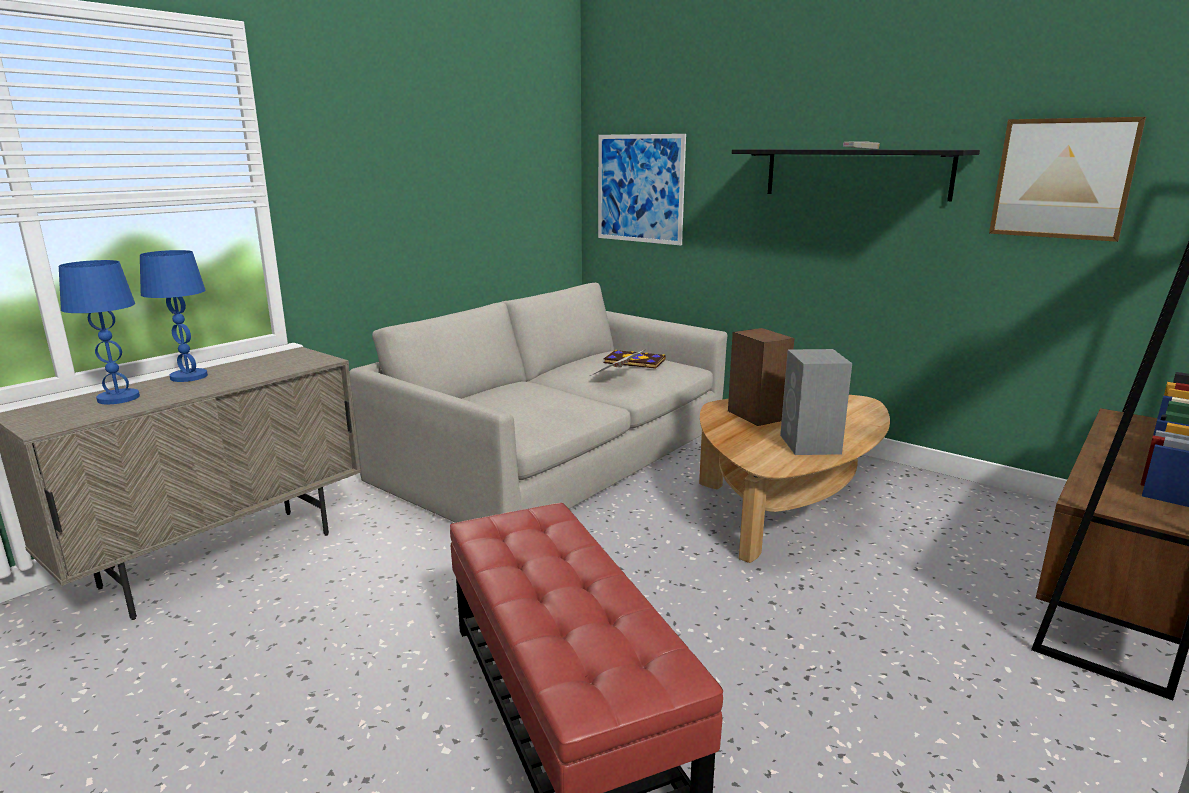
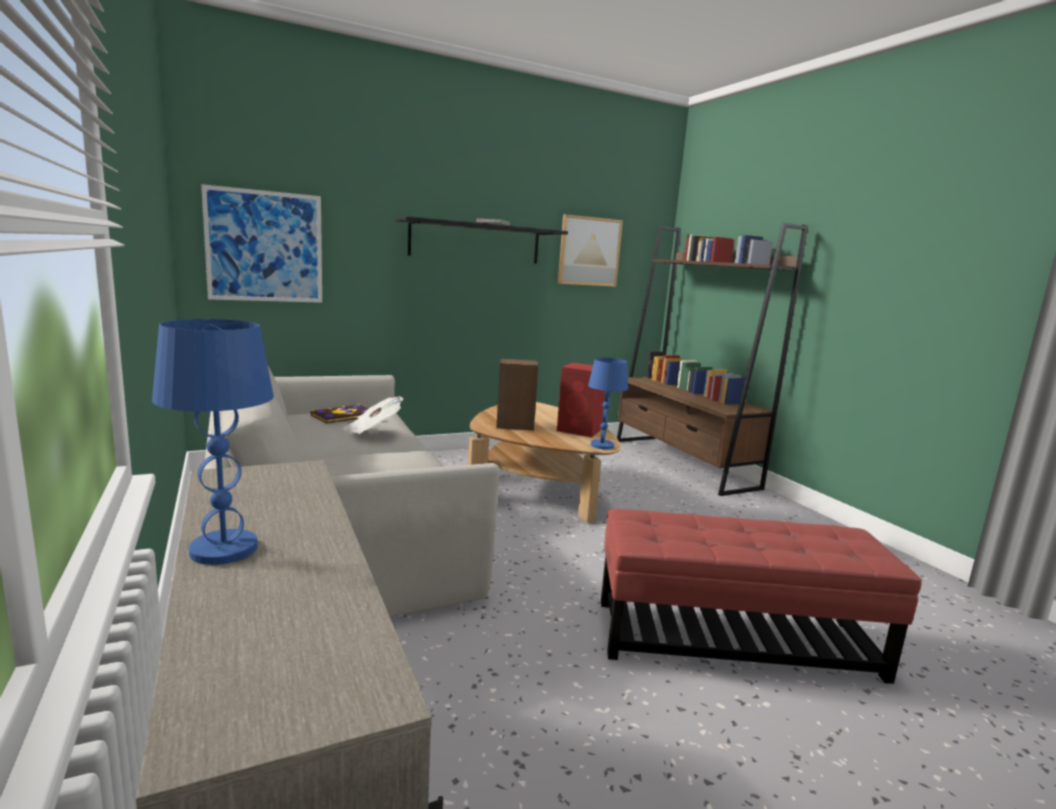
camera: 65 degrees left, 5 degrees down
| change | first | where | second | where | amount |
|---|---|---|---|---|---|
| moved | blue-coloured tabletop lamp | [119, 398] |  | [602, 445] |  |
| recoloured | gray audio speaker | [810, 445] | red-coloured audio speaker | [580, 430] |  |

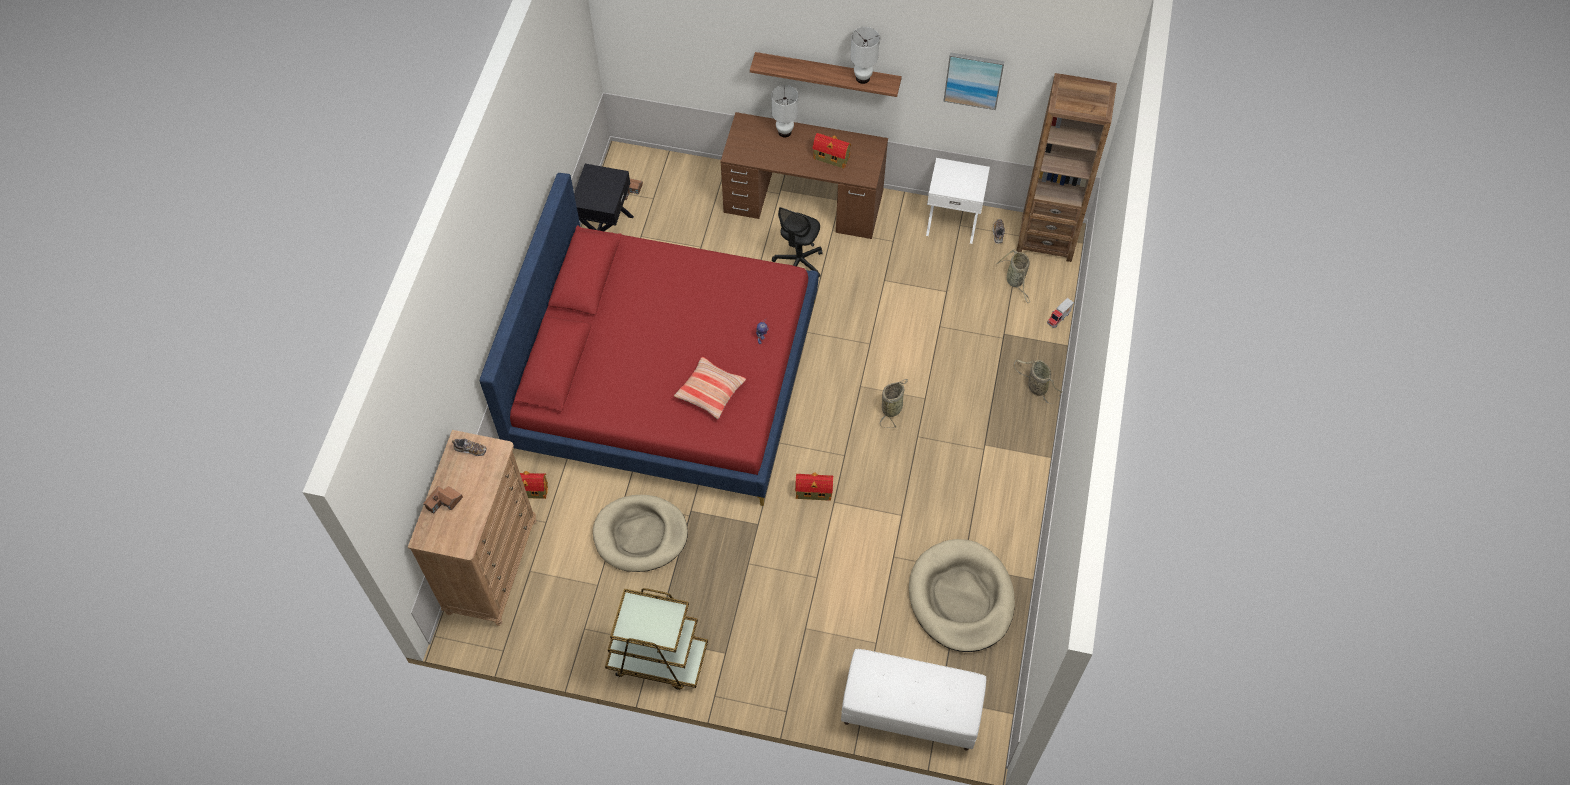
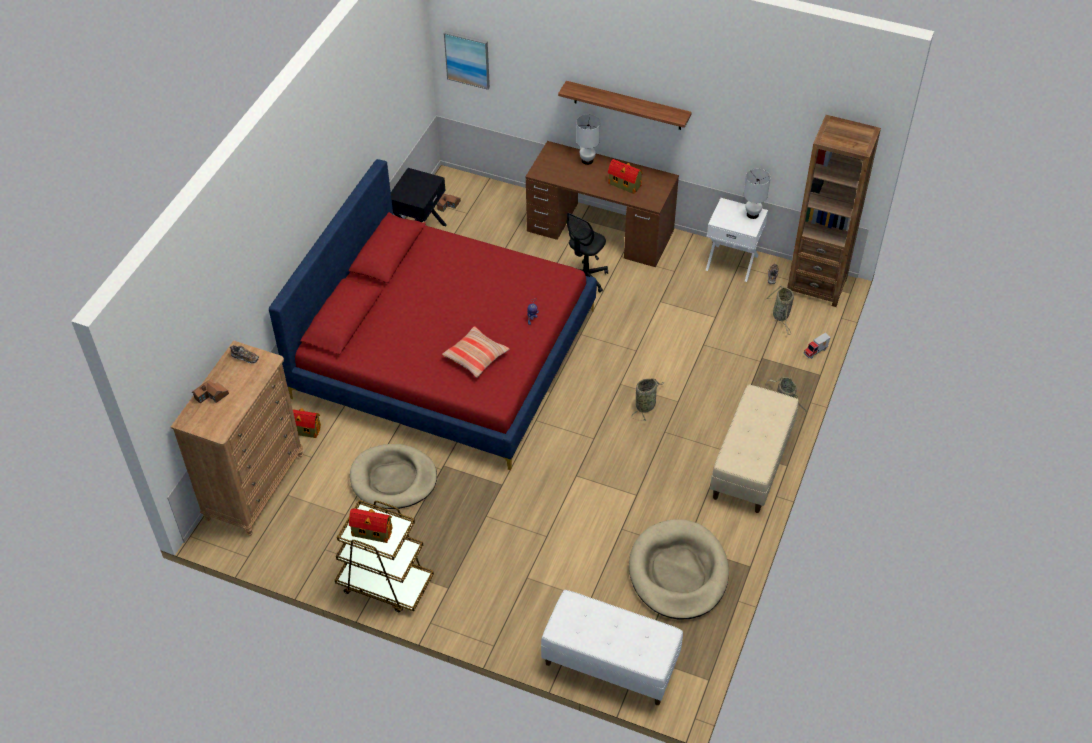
camera: 10 degrees right, 10 degrees down
| change | first | where | second | where | amount |
|---|---|---|---|---|---|
| added |  |  | sand-coloured long seat | [751, 465] |  |
| moved | toy house | [813, 491] |  | [371, 532] |  |
| moved | whitish tabletop lamp | [862, 78] |  | [752, 214] |  |
| moved | wall picture | [973, 80] |  | [467, 59] |  |

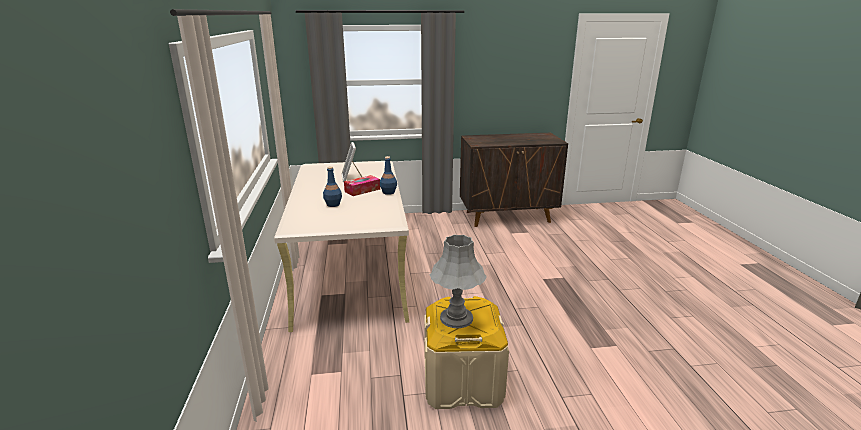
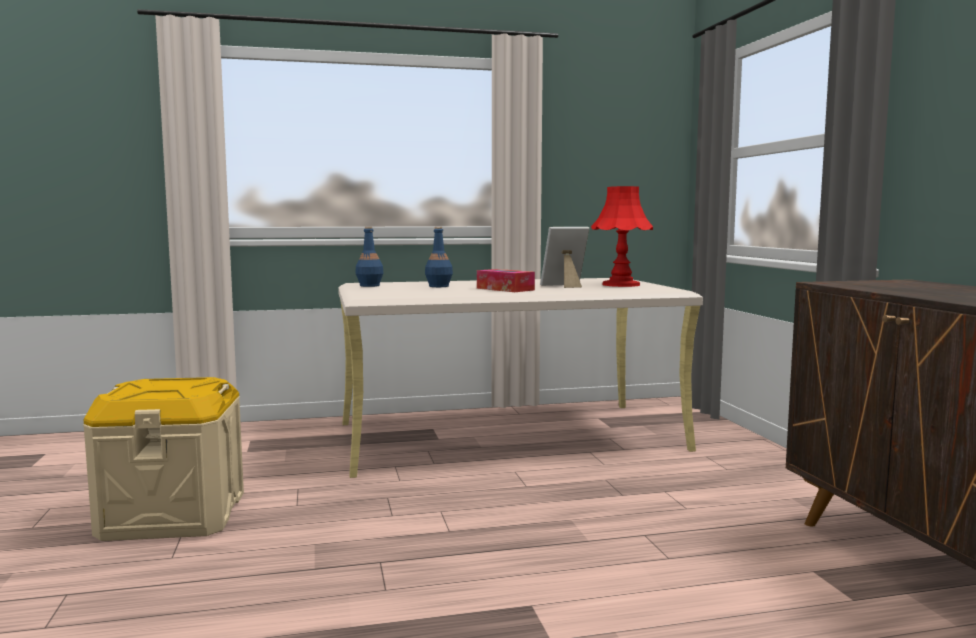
camera: 85 degrees right, 15 degrees down
| change | first | where | second | where | amount |
|---|---|---|---|---|---|
| removed | gray tabletop lamp | [456, 318] |  |  |  |
| added |  |  | red-coloured tabletop lamp | [621, 285] |  |
| moved | blue-coloured bottle | [388, 192] |  | [369, 285] |  |

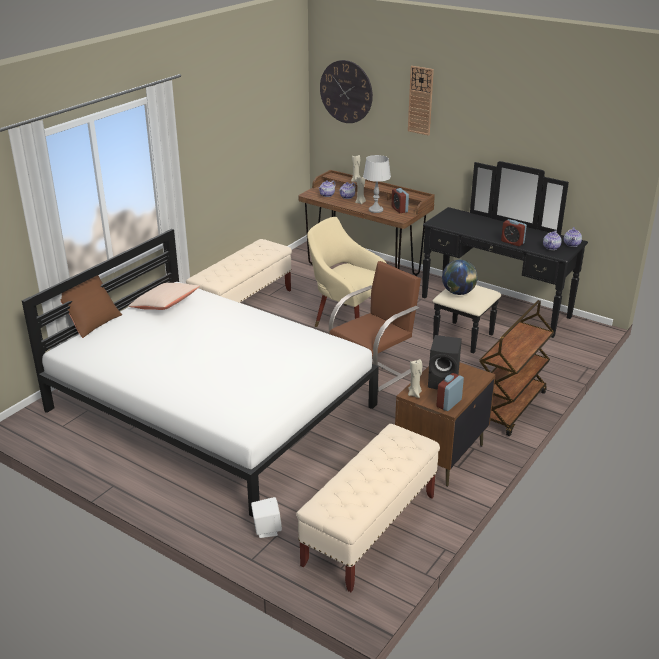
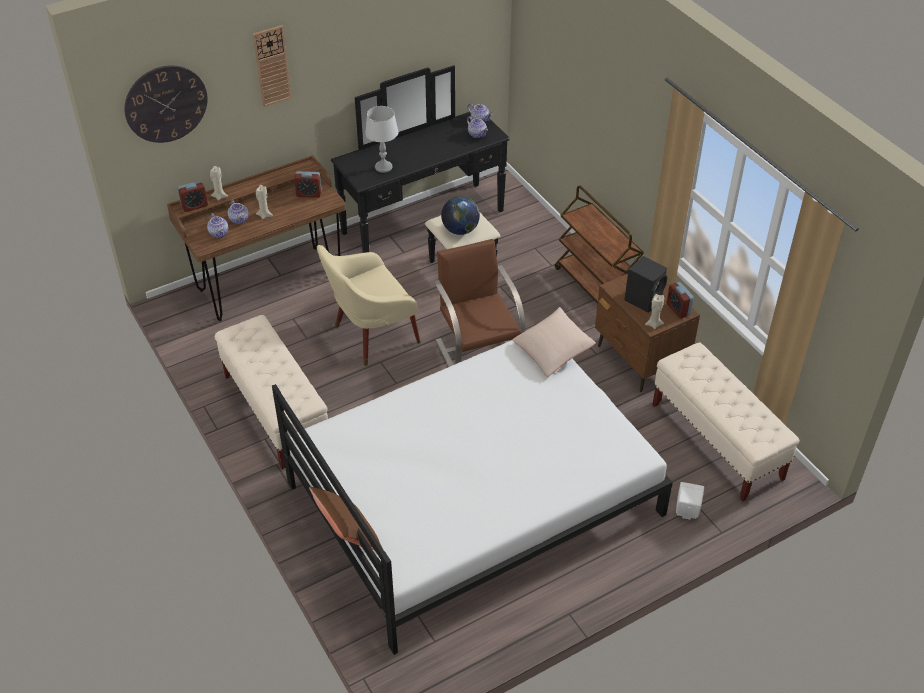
camera: 65 degrees left, 15 degrees up
| change | first | where | second | where | amount |
|---|---|---|---|---|---|
| moved | sand-coloured pillow | [165, 305] |  | [552, 350] |  |
| moved | gray tabletop lamp | [375, 210] |  | [383, 167] |  |
| moved | table clock | [512, 242] |  | [194, 206] |  |

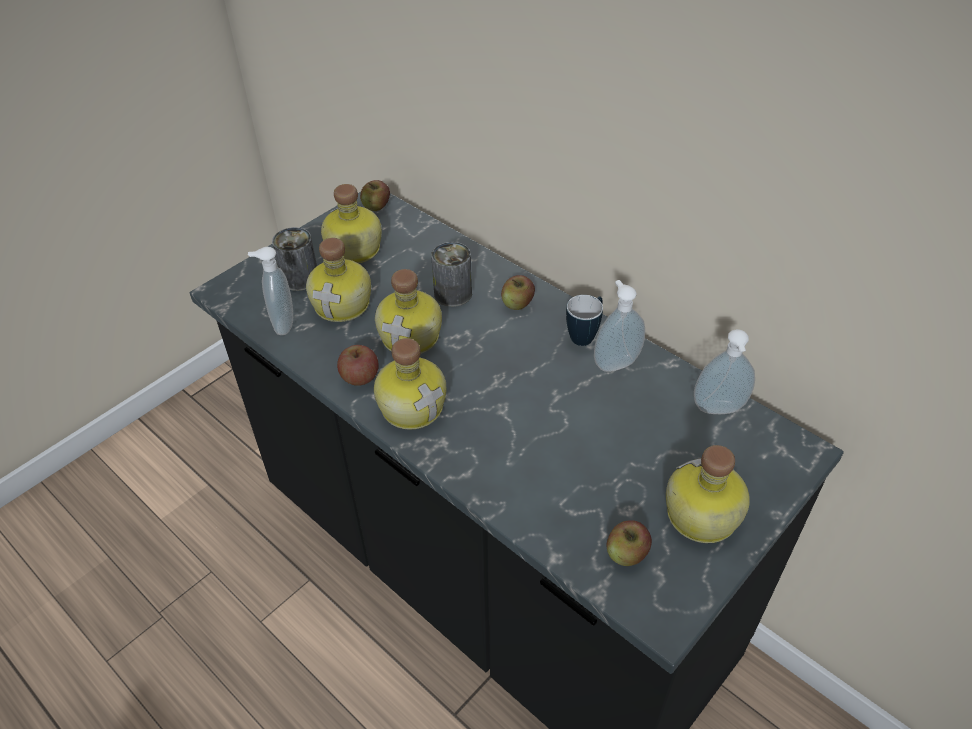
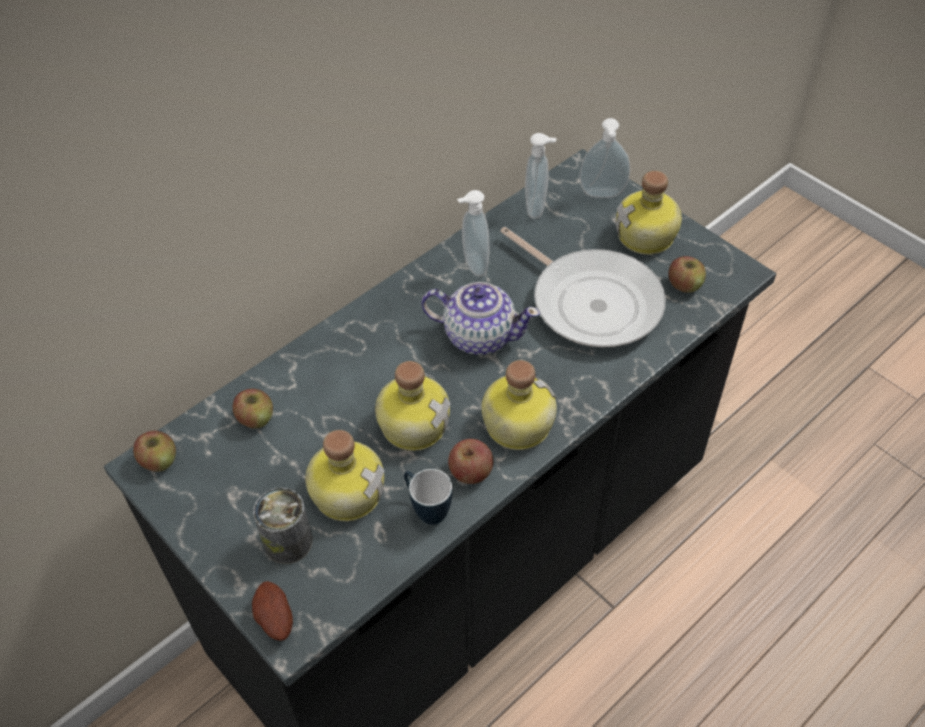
camera: 85 degrees left, 5 degrees up
| change | first | where | second | where | amount |
|---|---|---|---|---|---|
| removed | bottle | [353, 250] |  |  |  |
| removed | sealed can | [453, 293] |  |  |  |
| added |  |  | whole potato | [274, 619] |  |
| added |  |  | tea pot | [479, 335] |  |
| added |  |  | skillet | [591, 301] |  |
| moved | soap bottle | [282, 324] |  | [602, 195] |  |
| moved | whole apple | [517, 304] |  | [256, 418] |  |
| moved | tea mug | [585, 335] |  | [426, 509] |  |

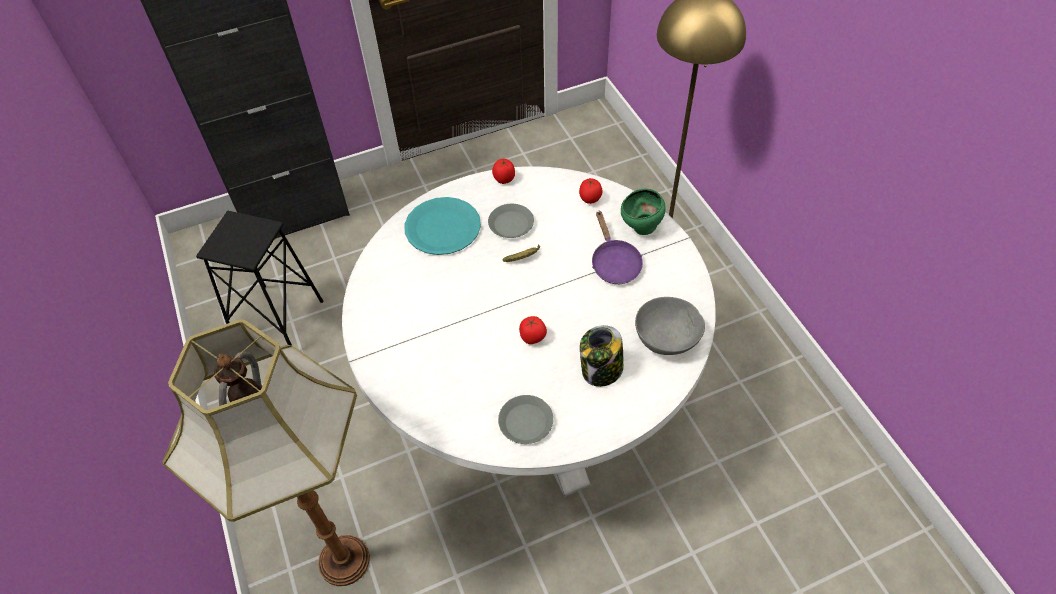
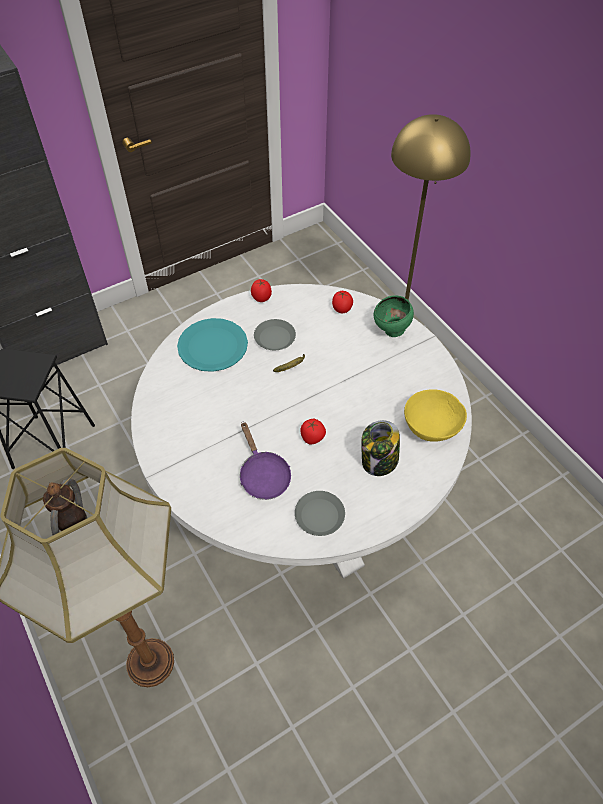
camera: 10 degrees left, 0 degrees up
| change | first | where | second | where | amount |
|---|---|---|---|---|---|
| moved | purple-coloured skillet | [614, 263] |  | [263, 475] |  |
| recoloured | gray deep dish | [666, 338] | yellow deep dish | [431, 427] |  |

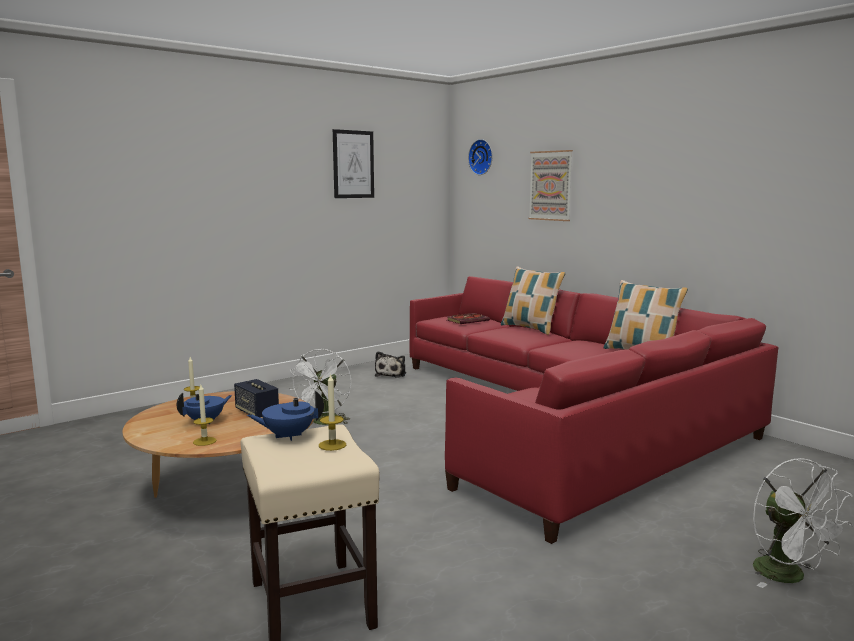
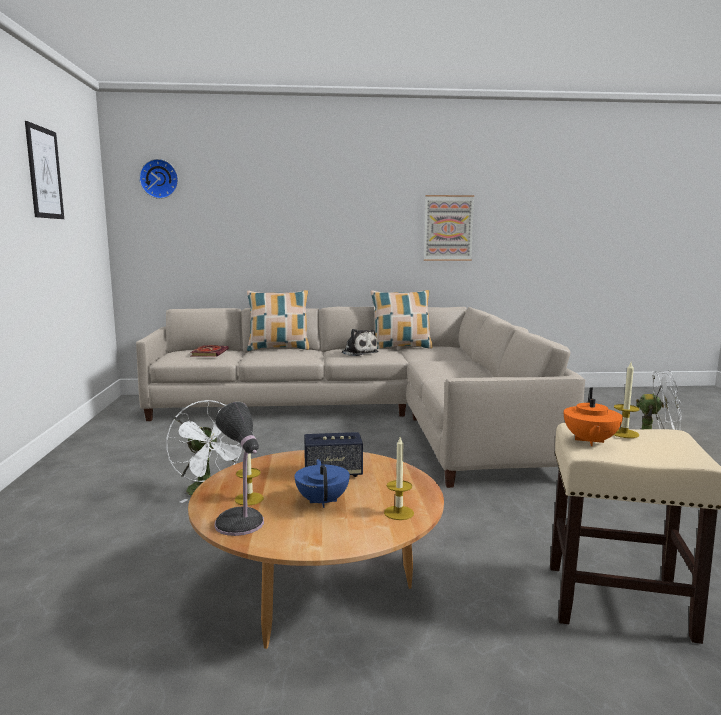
camera: 55 degrees left, 0 degrees up
| change | first | where | second | where | amount |
|---|---|---|---|---|---|
| added |  |  | tabletop lamp | [240, 525] |  |
| moved | soft toy | [391, 374] |  | [358, 353] |  |
| moved | wall picture | [550, 185] |  | [448, 228] |  |
| recoloured | blue-coloured tea pot | [288, 436] | orangey tea pot | [589, 441] |  |
| recoloured | red-coloured sofa | [564, 418] | sand-coloured sofa | [367, 416] |  |

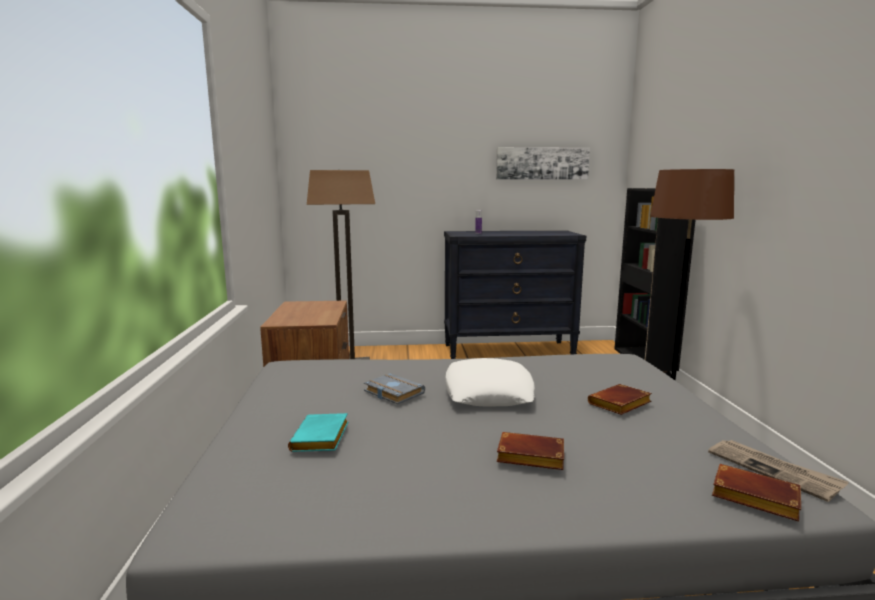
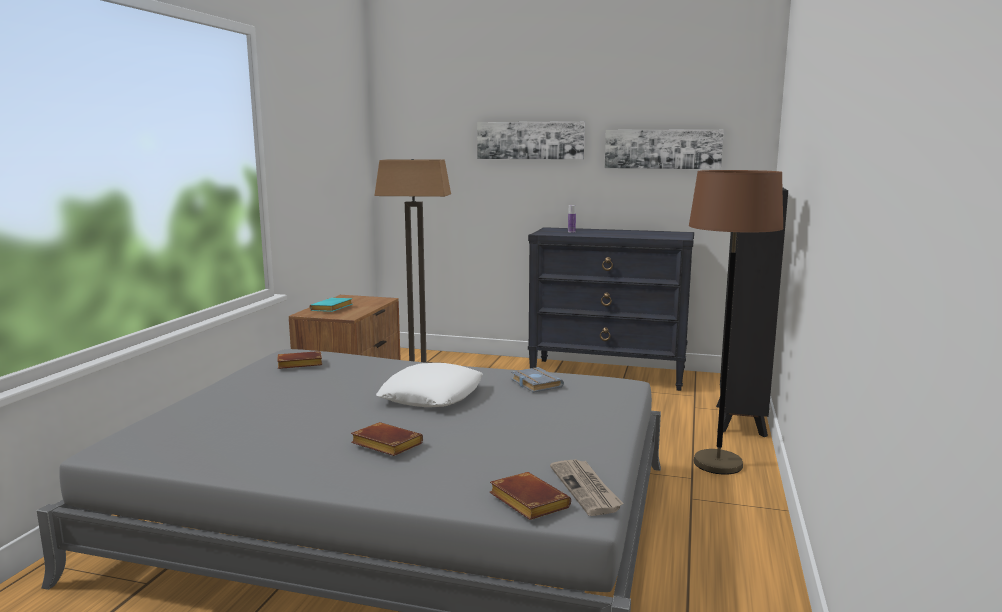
camera: 20 degrees right, 0 degrees up
| change | first | where | second | where | amount |
|---|---|---|---|---|---|
| added |  |  | wall picture | [530, 140] |  |
| moved | blue-green bound book | [322, 439] |  | [332, 309] |  |
| moved | gray bound book | [392, 393] |  | [534, 383] |  |
| moved | brown-coloured bound book | [619, 405] |  | [298, 365] |  |

